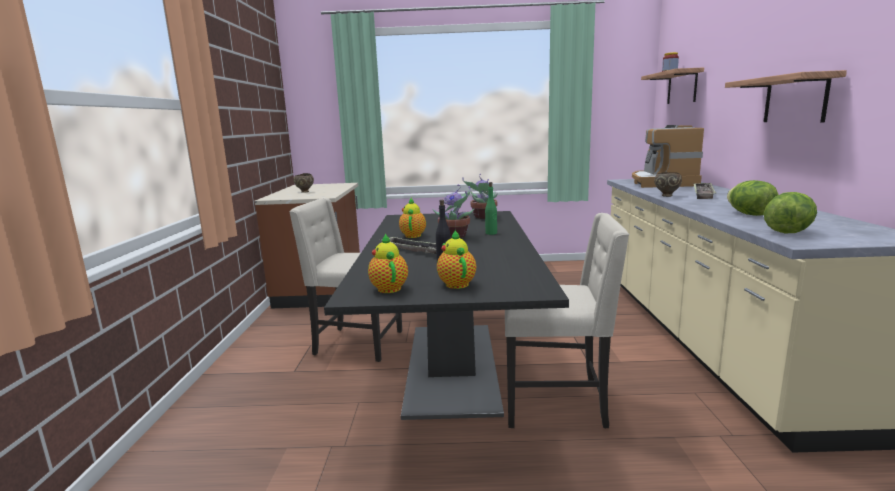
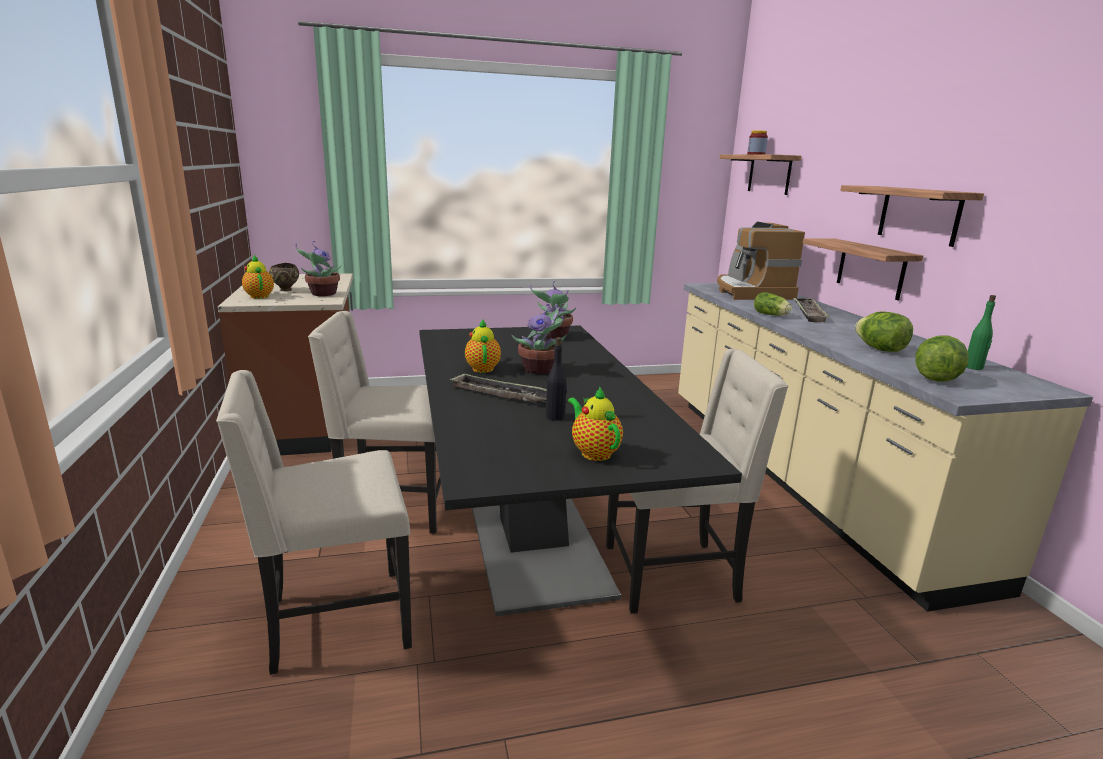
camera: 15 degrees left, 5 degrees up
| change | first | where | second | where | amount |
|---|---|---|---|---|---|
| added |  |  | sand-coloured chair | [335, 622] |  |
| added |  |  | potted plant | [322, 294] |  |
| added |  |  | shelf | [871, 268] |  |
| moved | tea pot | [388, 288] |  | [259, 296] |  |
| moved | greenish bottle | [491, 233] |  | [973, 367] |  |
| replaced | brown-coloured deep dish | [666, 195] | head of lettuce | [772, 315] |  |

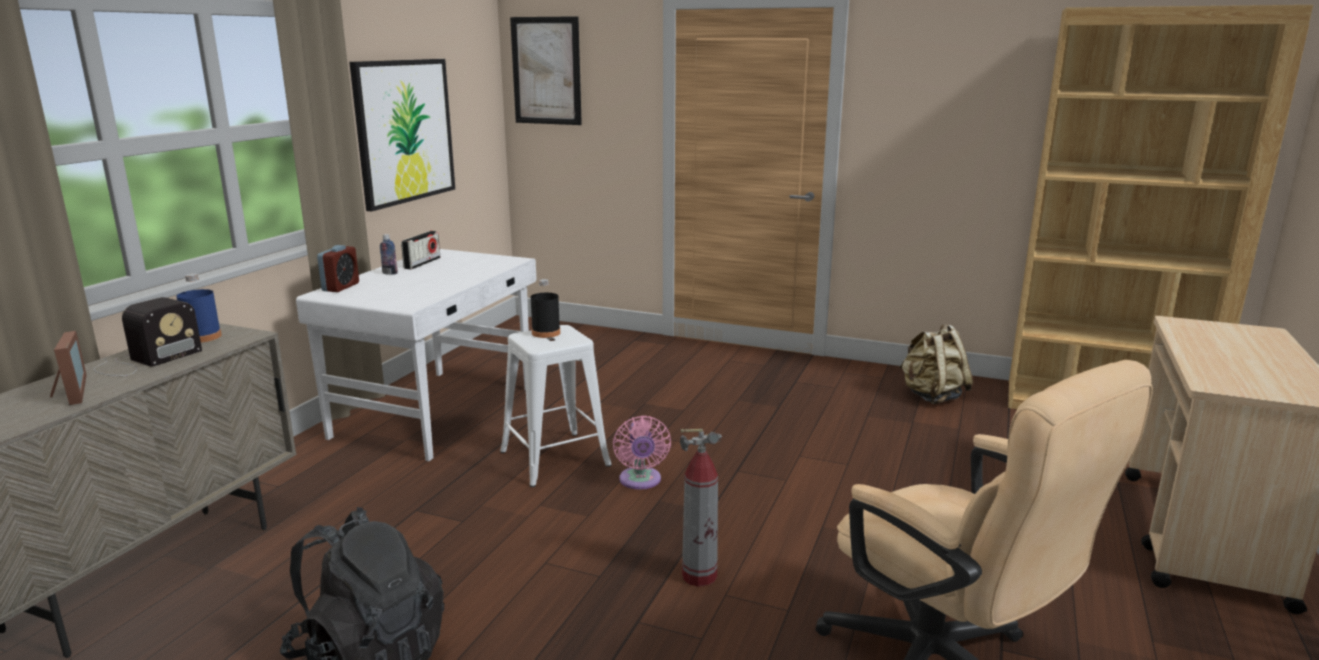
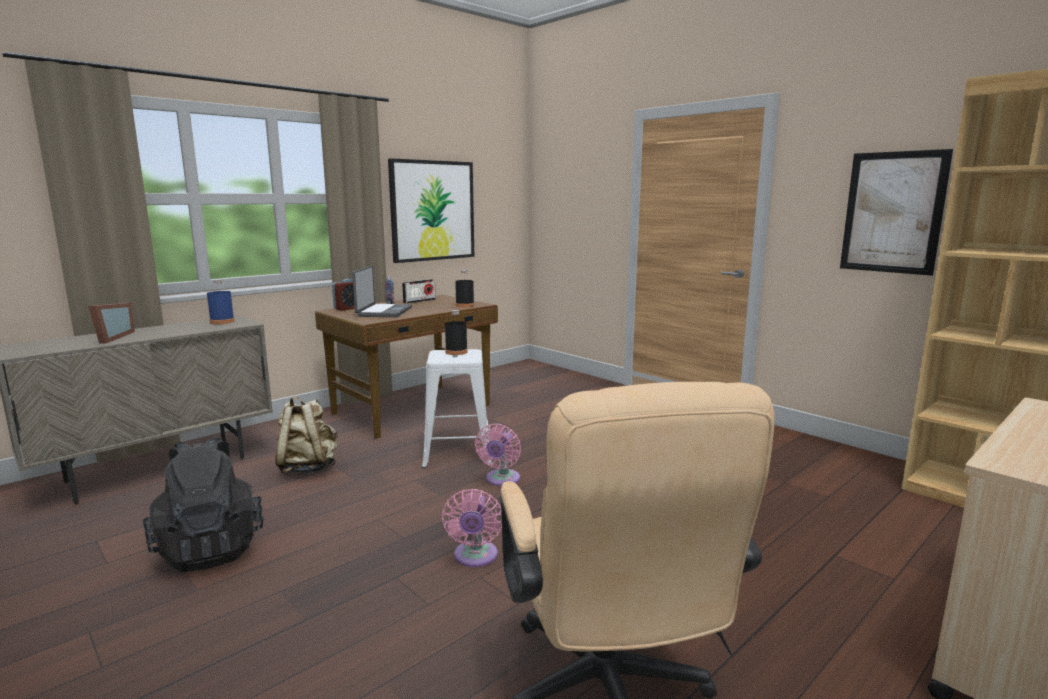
camera: 25 degrees right, 5 degrees down
| change | first | where | second | where | amount |
|---|---|---|---|---|---|
| removed | radio | [144, 361] |  |  |  |
| added |  |  | portable computer | [383, 312] |  |
| added |  |  | black-coloured bottle | [465, 305] |  |
| moved | wall picture | [546, 71] |  | [892, 212] |  |
| moved | sand-coloured rucksack | [932, 396] |  | [308, 468] |  |
| replaced | fire extinguisher | [699, 576] | pink-coloured electric fan | [475, 557] |  |
| recoloured | whitish desk table | [437, 412] | brown-coloured desk table | [413, 409] |  |

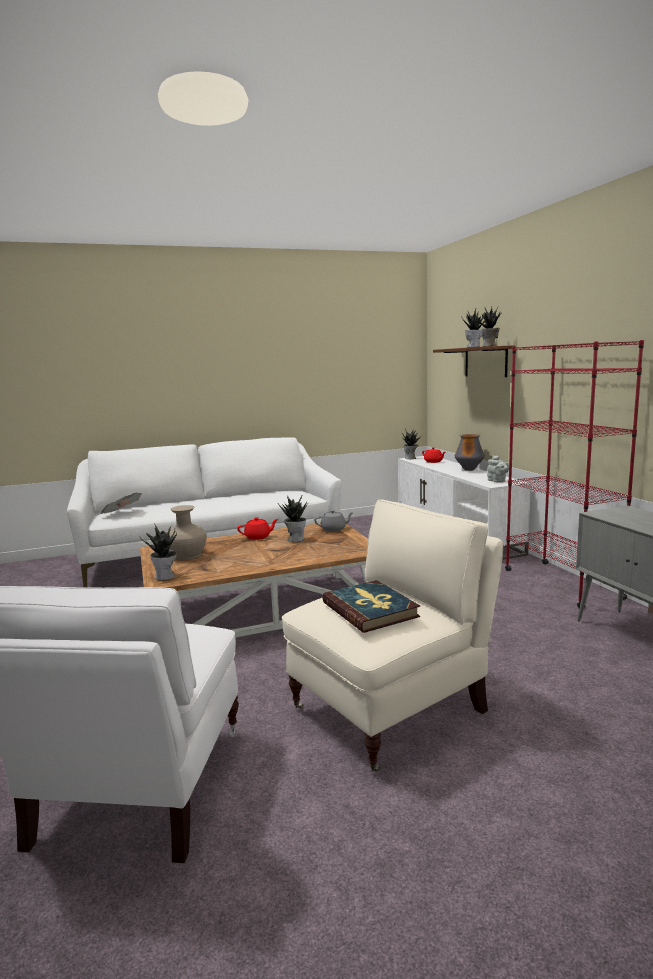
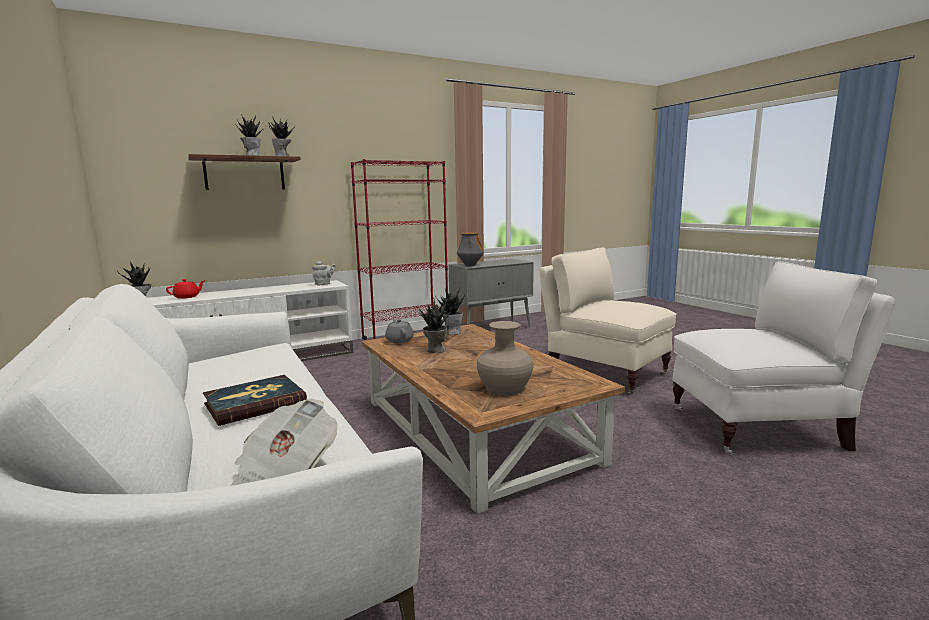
camera: 100 degrees left, 0 degrees up
| change | first | where | second | where | amount |
|---|---|---|---|---|---|
| removed | red-coloured tea pot | [258, 537] |  |  |  |
| moved | potted plant | [166, 576] |  | [452, 332] |  |
| moved | bound book | [370, 609] |  | [255, 403] |  |
| moved | vase | [469, 469] |  | [470, 265] |  |

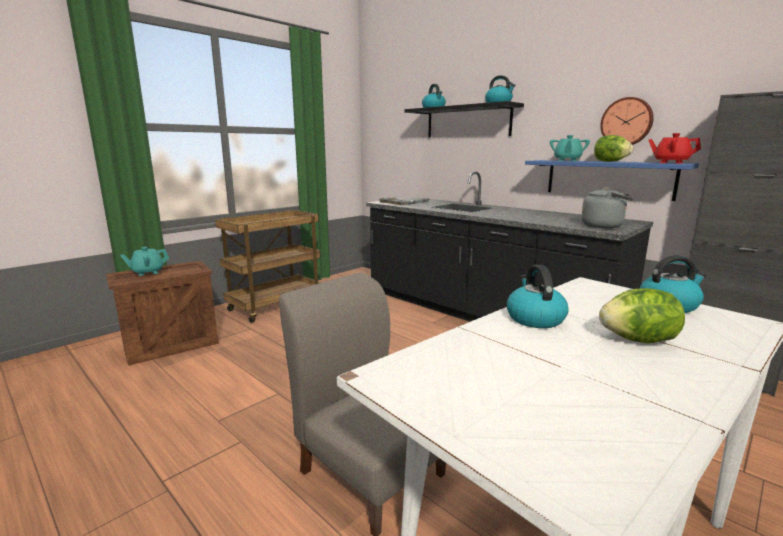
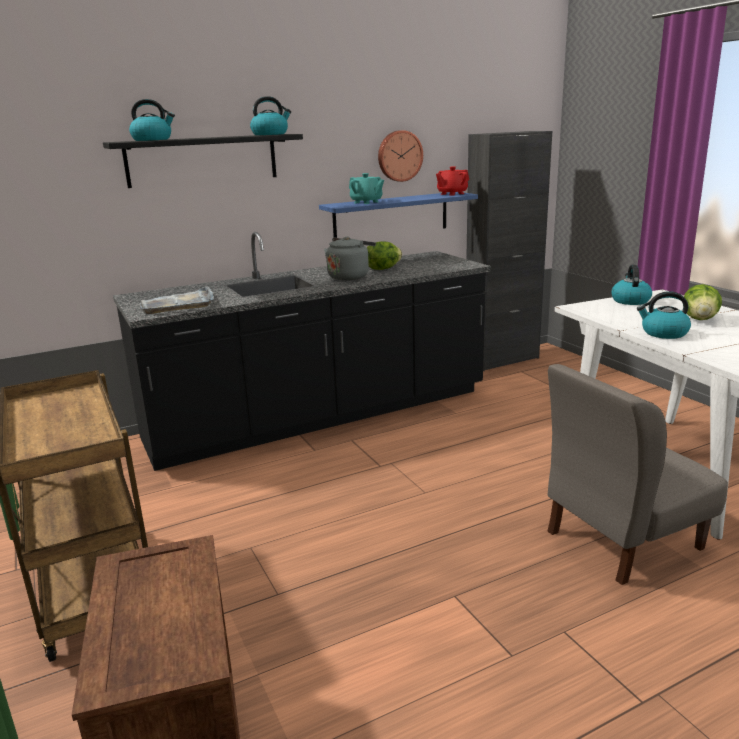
camera: 70 degrees left, 5 degrees up
| change | first | where | second | where | amount |
|---|---|---|---|---|---|
| removed | blue-green tea pot | [147, 272] |  |  |  |
| moved | gray kettle | [604, 226] |  | [349, 276] |  |
| moved | head of lettuce | [610, 161] |  | [383, 269] |  |

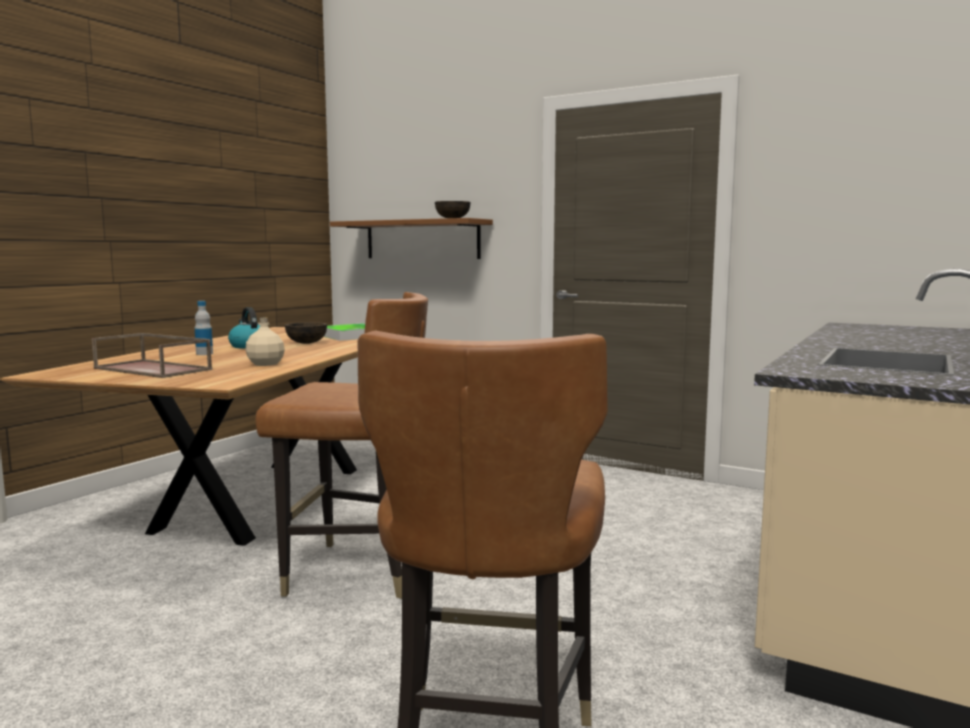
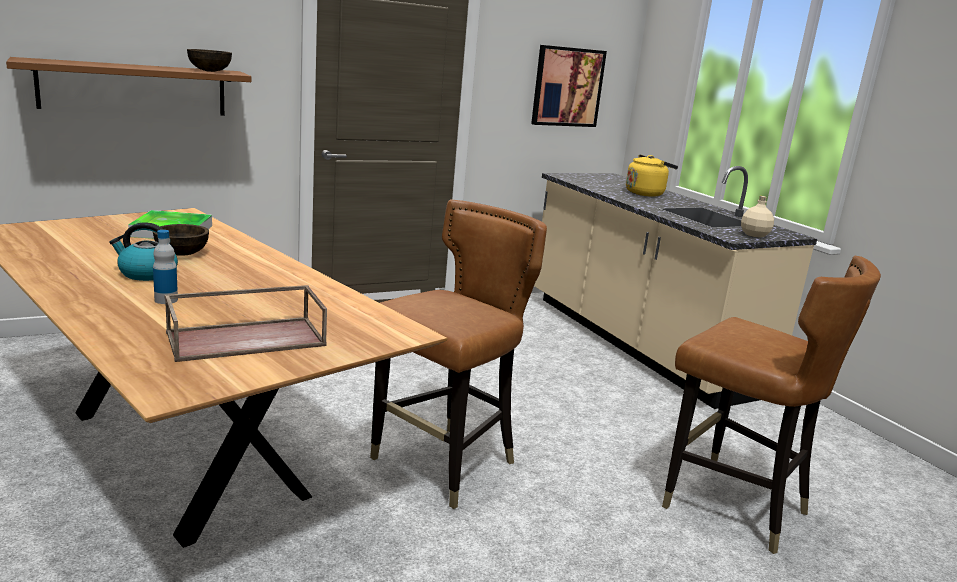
camera: 60 degrees left, 10 degrees up
| change | first | where | second | where | amount |
|---|---|---|---|---|---|
| added |  |  | wall picture | [567, 87] |  |
| added |  |  | yellow kettle | [646, 193] |  |
| moved | sand-coloured bottle | [265, 364] |  | [755, 235] |  |

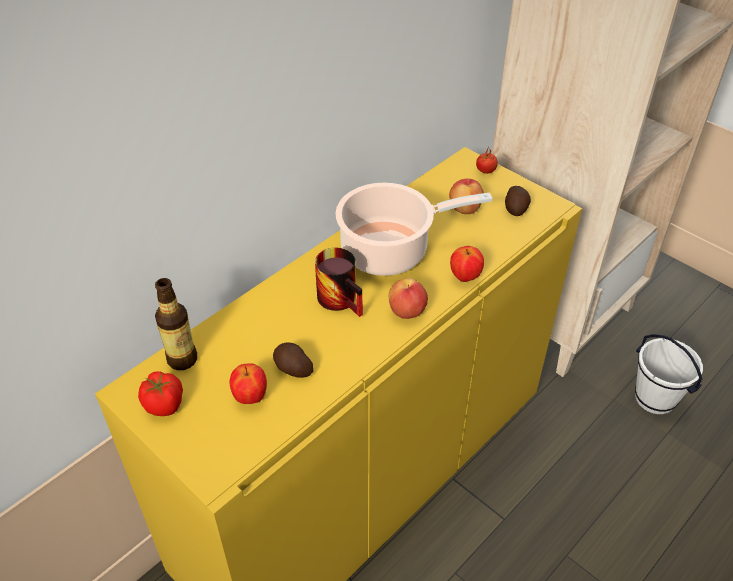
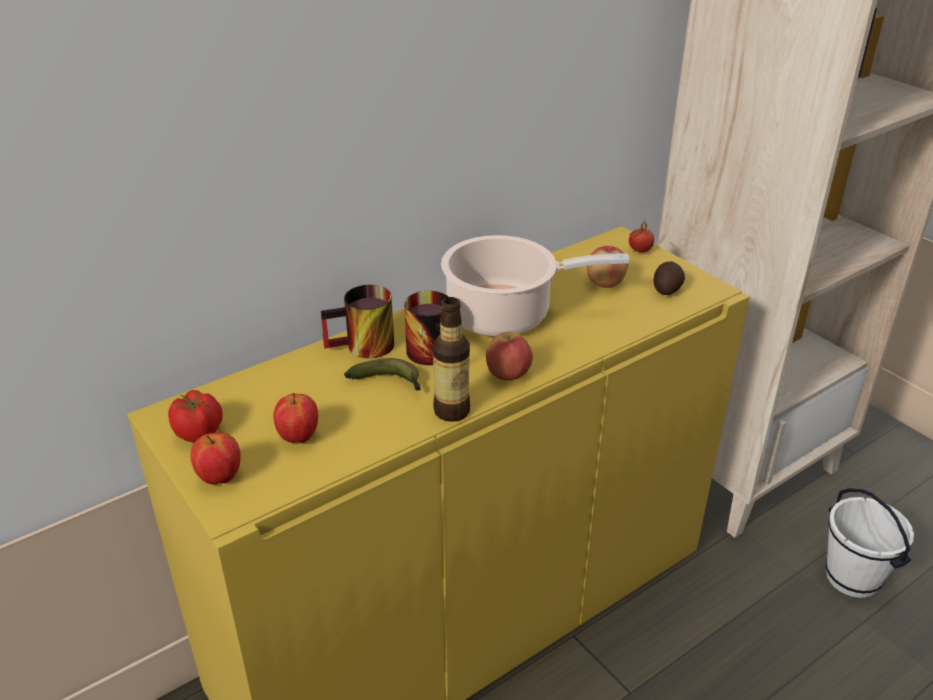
camera: 10 degrees right, 10 degrees down
| change | first | where | second | where | amount |
|---|---|---|---|---|---|
| removed | whole potato | [292, 369] |  |  |  |
| added |  |  | tea mug | [363, 348] |  |
| added |  |  | whole banana | [389, 383] |  |
| moved | bottle | [182, 359] |  | [452, 411] |  |
| moved | whole apple | [465, 277] |  | [220, 478] |  |

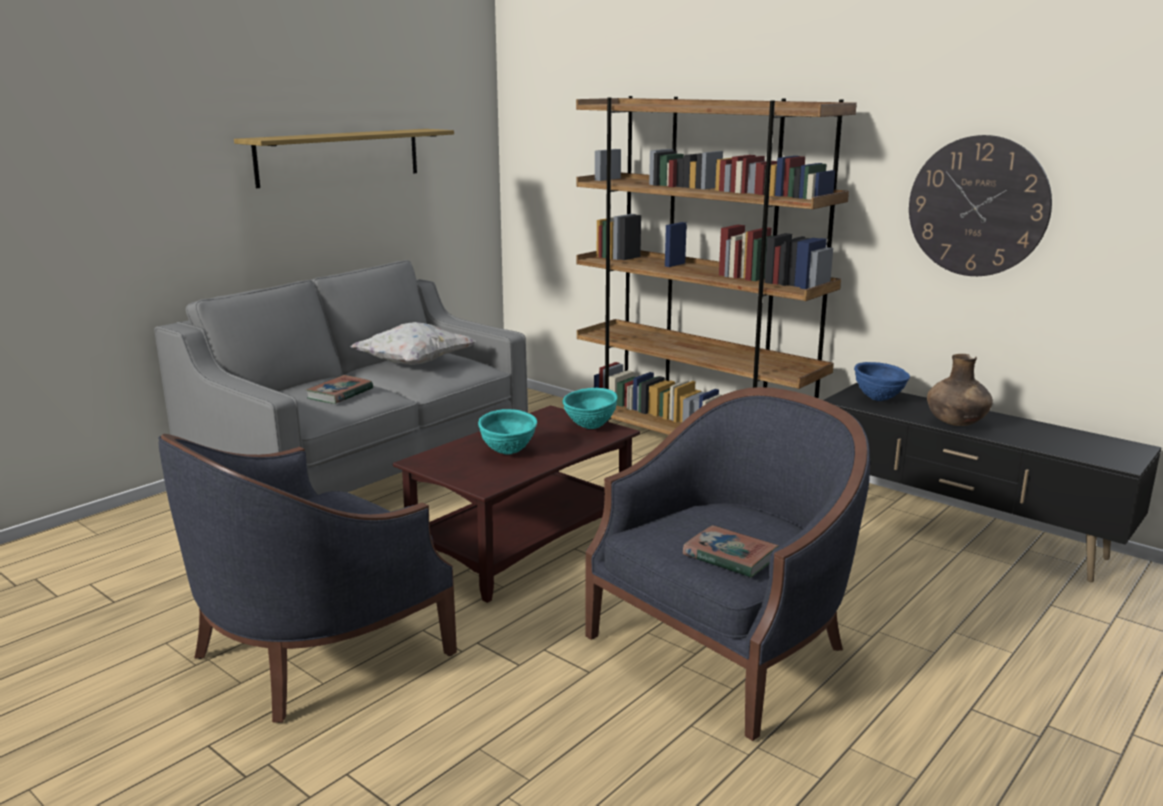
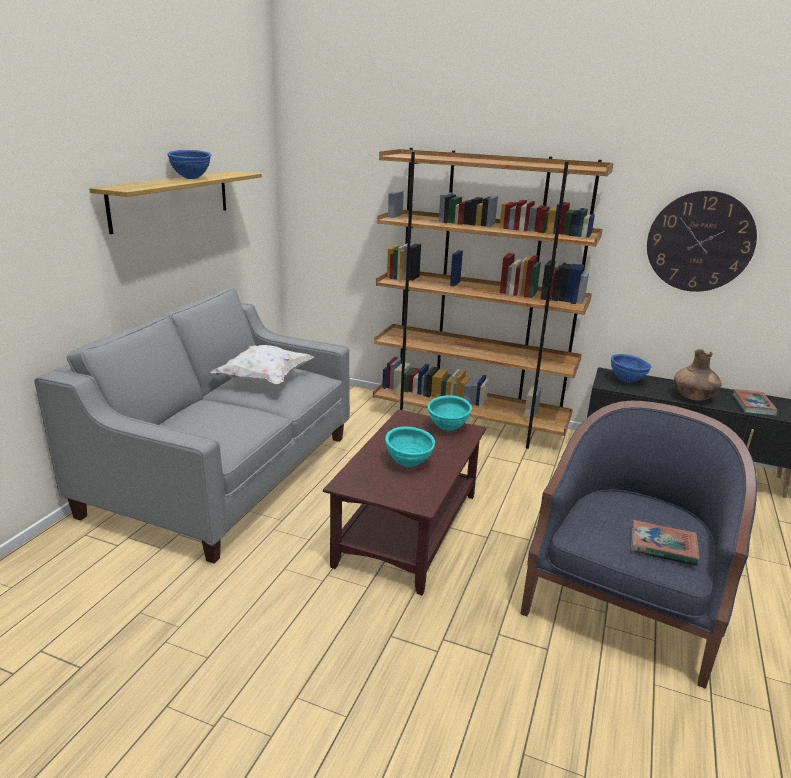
camera: 20 degrees left, 5 degrees up
| change | first | where | second | where | amount |
|---|---|---|---|---|---|
| removed | blue-coloured easy chair | [316, 649] |  |  |  |
| added |  |  | blue-coloured deep dish | [191, 178] |  |
| moved | bound book | [340, 394] |  | [753, 405] |  |

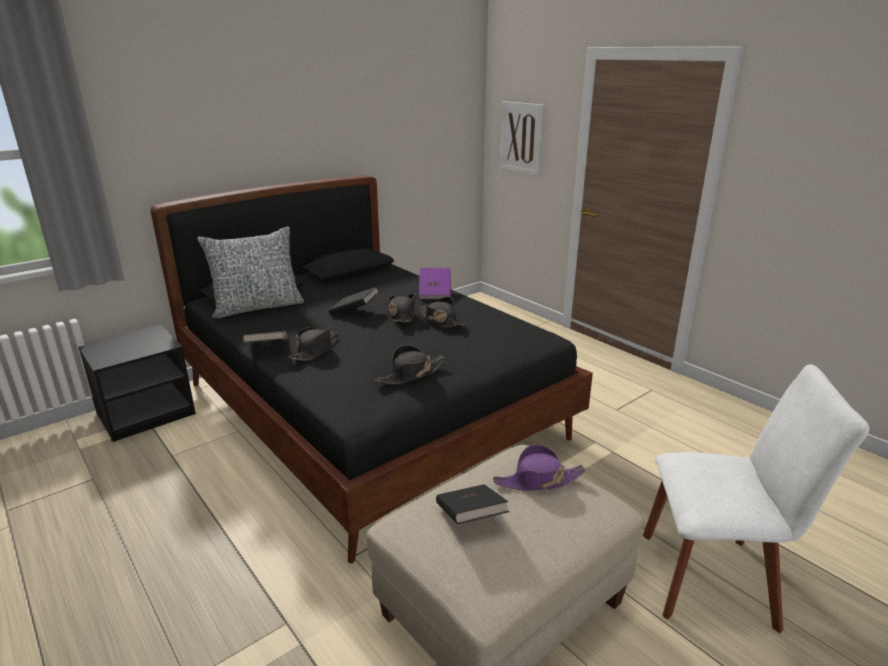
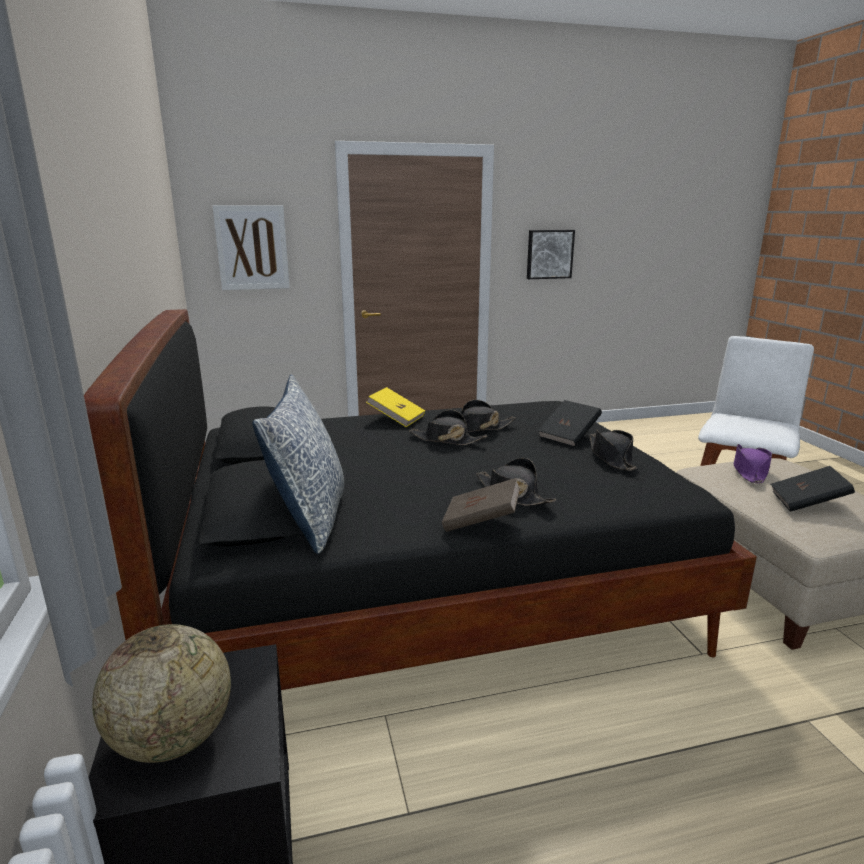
camera: 65 degrees left, 5 degrees down
| change | first | where | second | where | amount |
|---|---|---|---|---|---|
| added |  |  | desk globe | [173, 739] |  |
| added |  |  | wall picture | [549, 254] |  |
| moved | black-coloured bound book | [354, 312] |  | [568, 436] |  |
| recoloured | purple-coloured bound book | [435, 293] | yellow bound book | [396, 419] |  |

